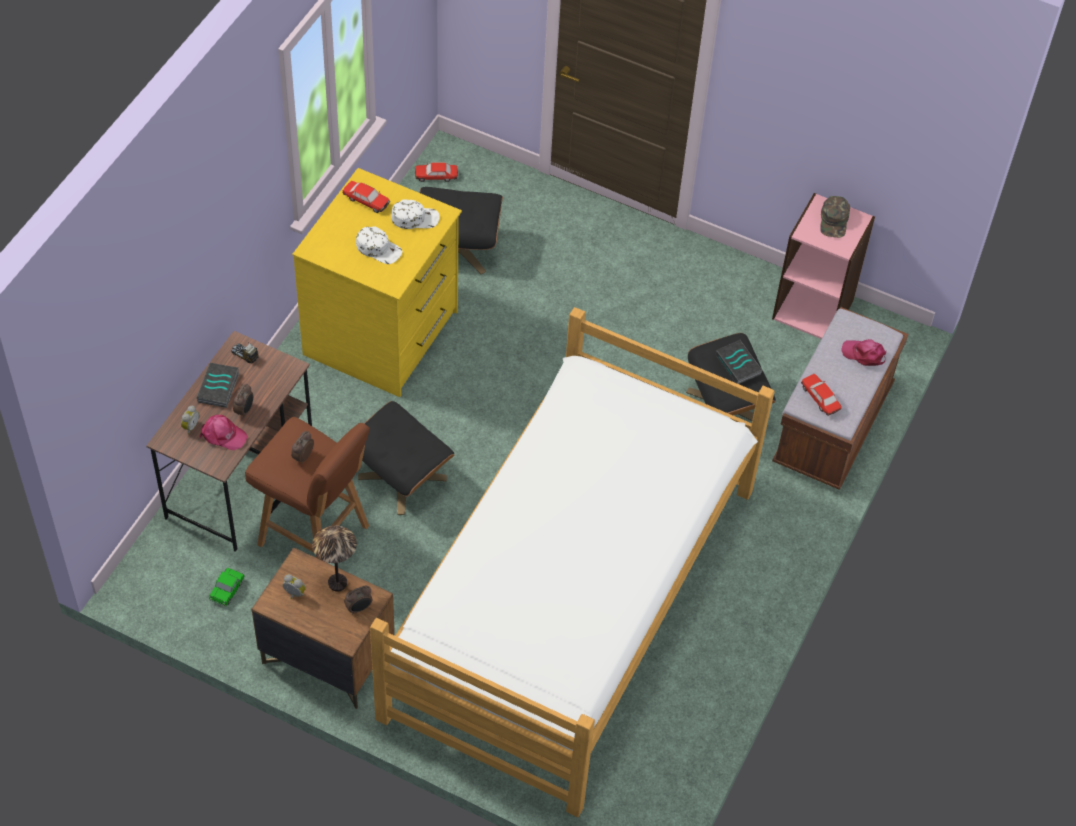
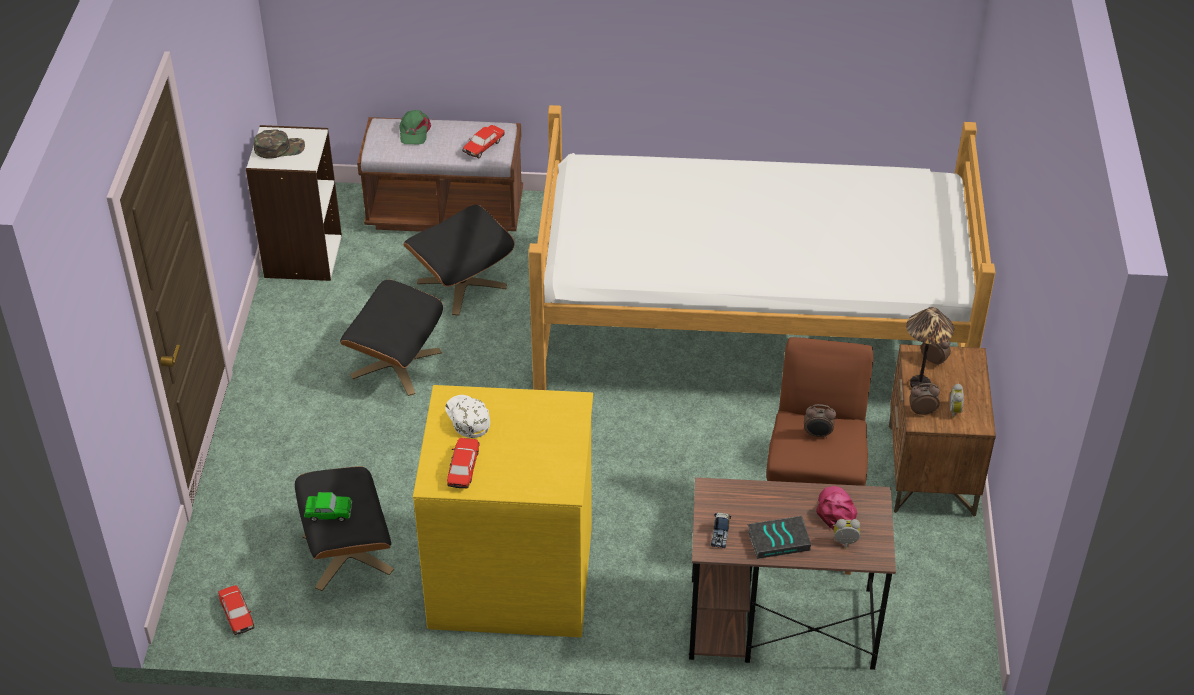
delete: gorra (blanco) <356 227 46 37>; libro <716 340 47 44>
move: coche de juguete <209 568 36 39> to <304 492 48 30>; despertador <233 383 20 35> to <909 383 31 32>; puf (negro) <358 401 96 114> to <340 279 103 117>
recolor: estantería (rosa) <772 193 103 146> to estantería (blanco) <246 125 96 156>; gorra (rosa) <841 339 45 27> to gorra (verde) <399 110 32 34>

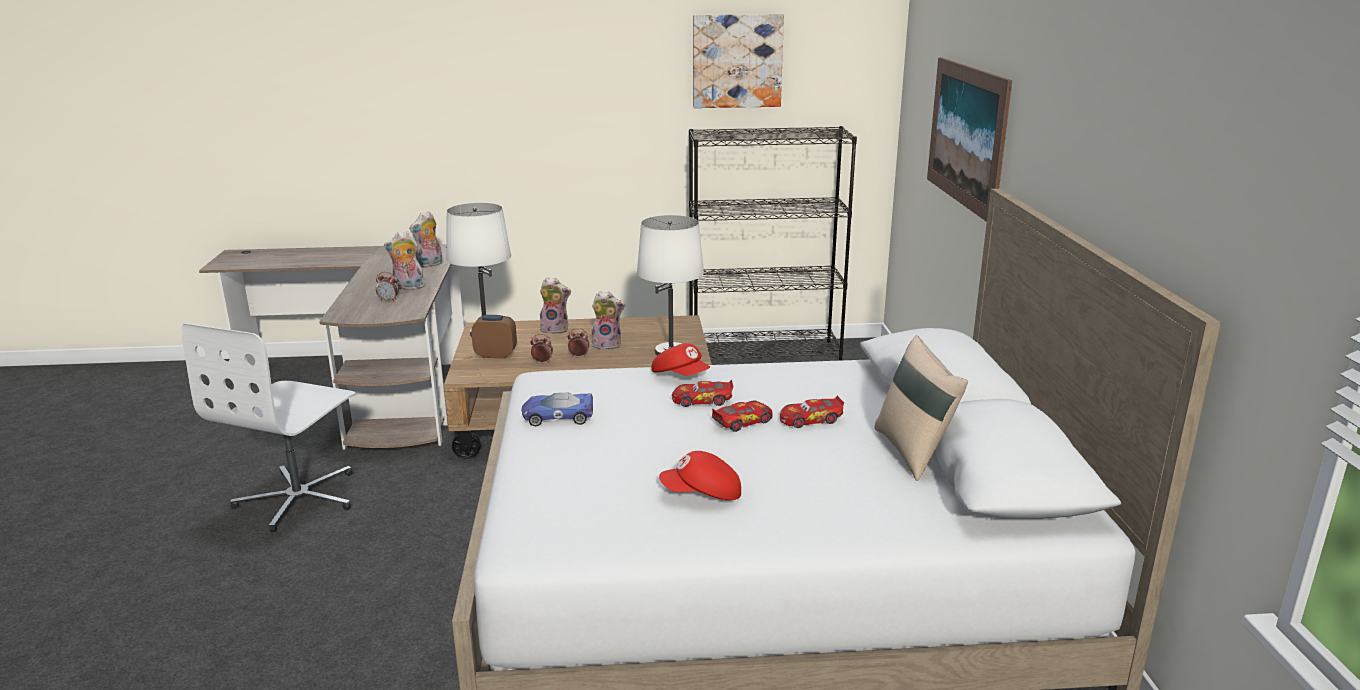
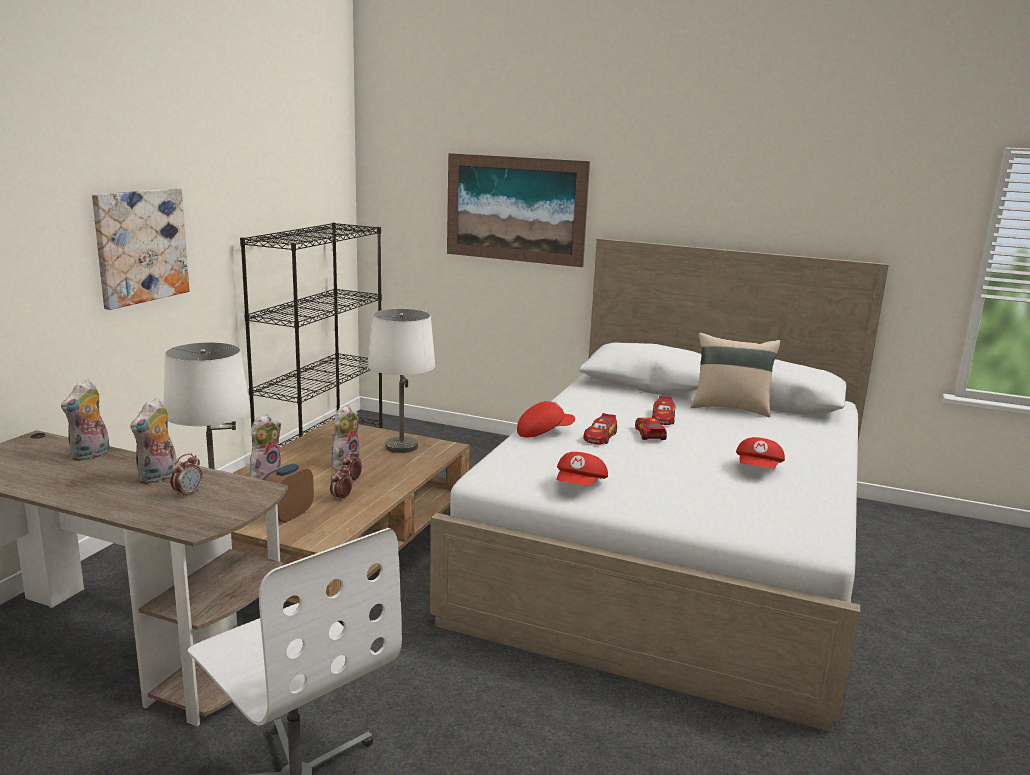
move: cuadro <693 14 91 94> to <92 188 97 122>
replace: coche de juguete <521 393 72 33> to gorra (rojo) <557 452 51 34>
rotate: peluche <409 211 33 57> = <61 379 49 82> 45 degrees clockwise

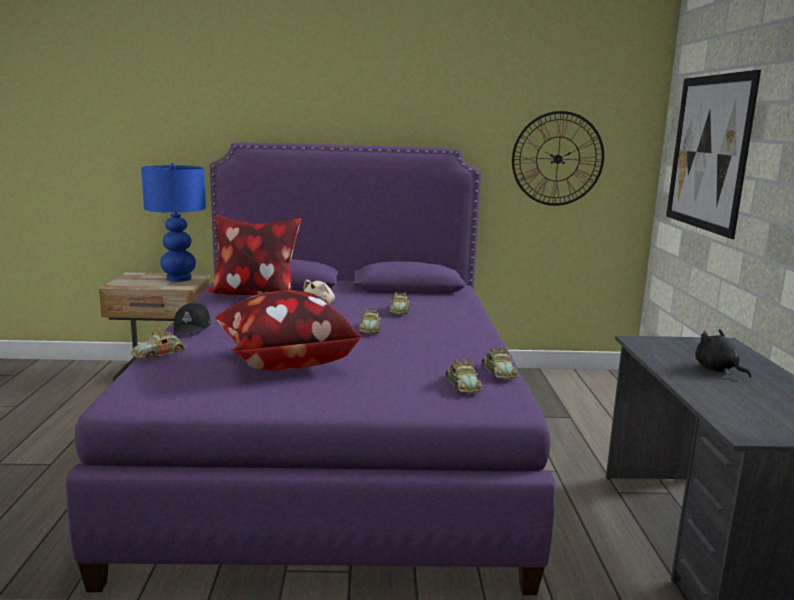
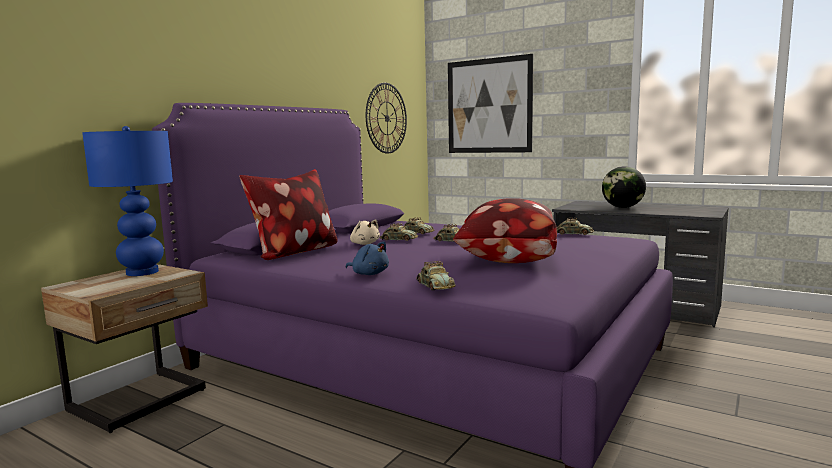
move: coche de juguete <445 359 38 34> to <380 223 38 18>
replace: gorra (negro) <174 302 37 34> to peluche (azul) <346 241 43 34>; peluche (negro) <695 329 56 49> to globo terráqueo <602 166 44 42>

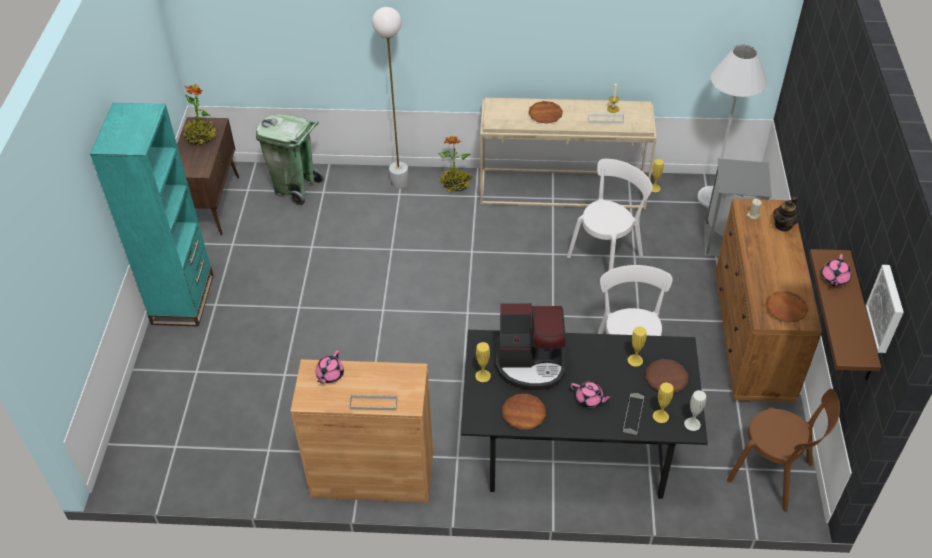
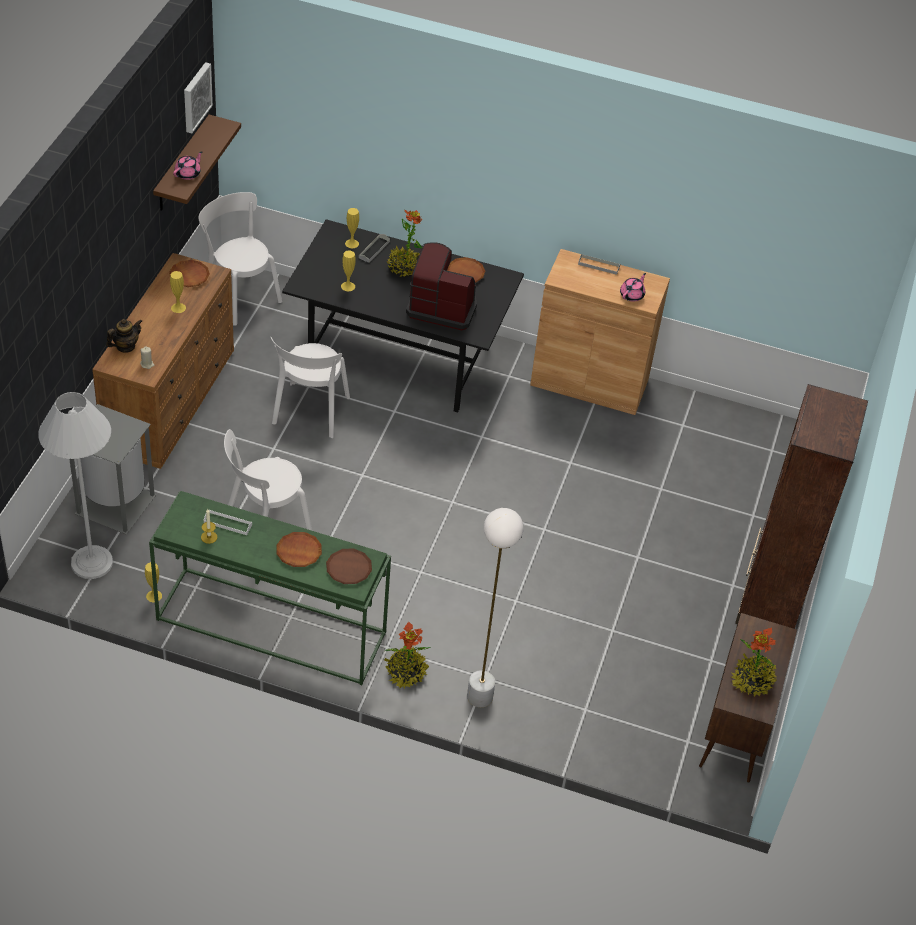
delete: papelera (verde) <256 114 68 93>; florero (blanco) <684 390 22 41>
move: florero (amarillo) <475 342 16 40> to <170 271 16 42>; plato (marrón) <646 359 42 34> to <326 548 46 36>
replace: tetera (rosa) <571 381 41 27> to planta en maceta <387 210 35 67>
recolor: estantería (turquesa) <90 103 124 224> to estantería (marrón) <735 384 133 245>; mesa consola (beis) <480 98 177 112> to mesa consola (verde) <149 491 242 194>; silla (marrón) <727 389 113 123> to silla (blanco) <199 192 83 134>

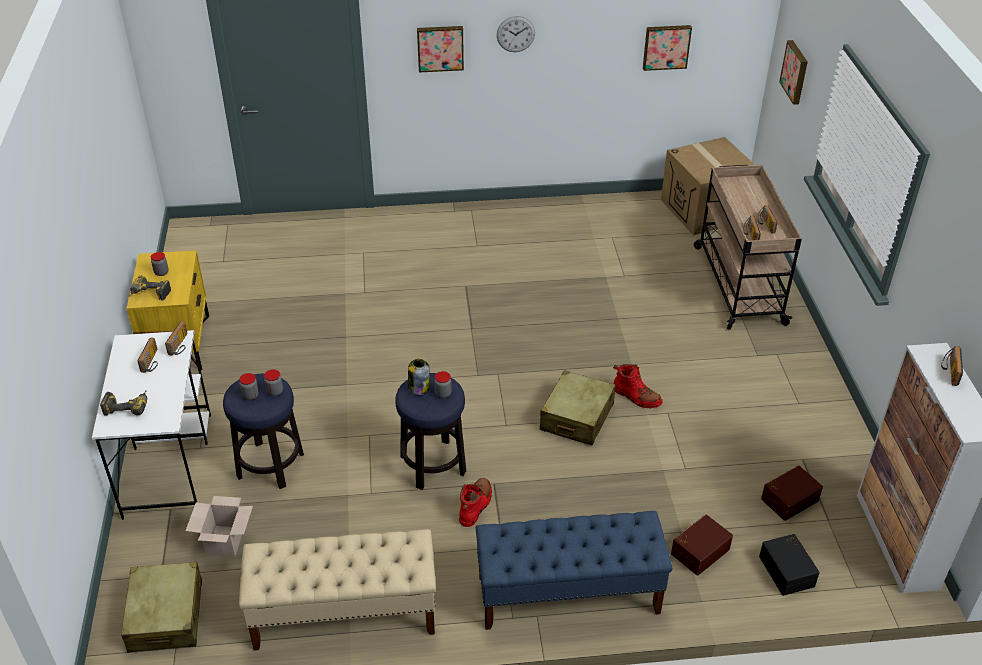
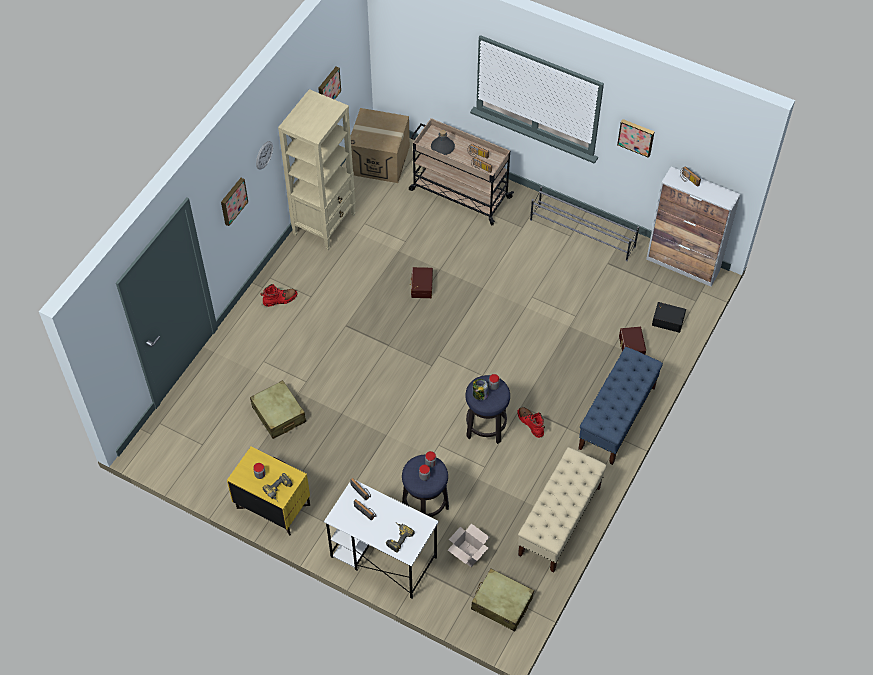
insert: estantería (beis) <278 89 78 161>; botella (gris) <431 130 24 25>; zapatero (gris) <530 186 109 75>
move: maleta (beis) <540 370 76 75> to <250 380 56 59>; bota (rojo) <613 364 49 44> to <260 284 37 23>; caja de almacenaje (marrón) <761 465 62 56> to <410 267 23 31>; cuadro <779 40 29 65> to <617 119 37 39>

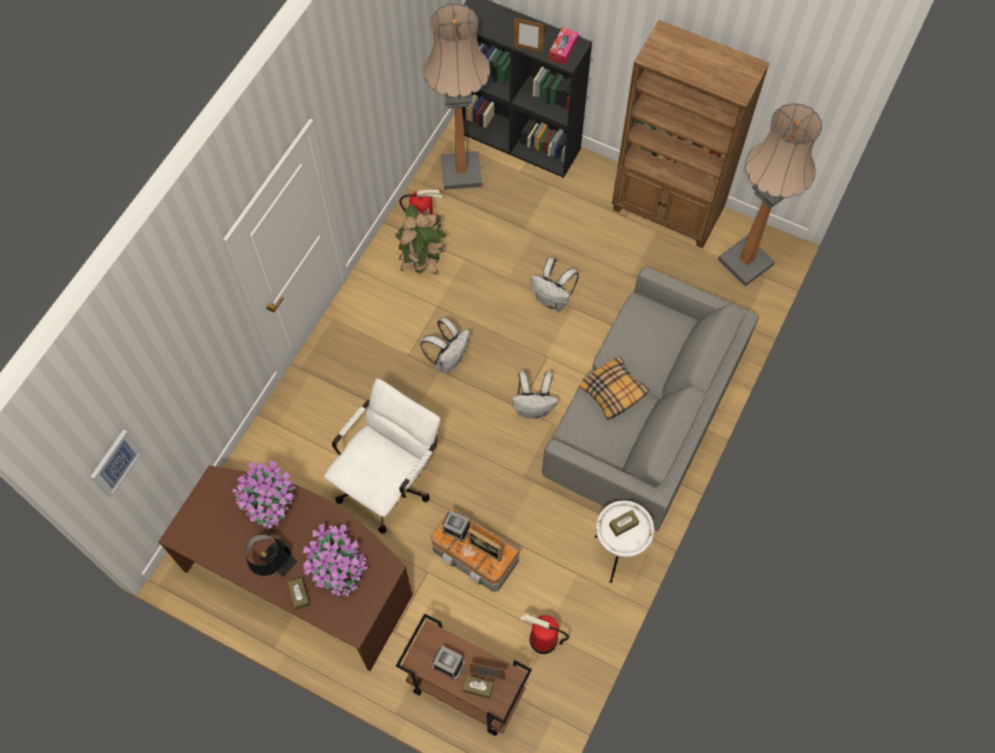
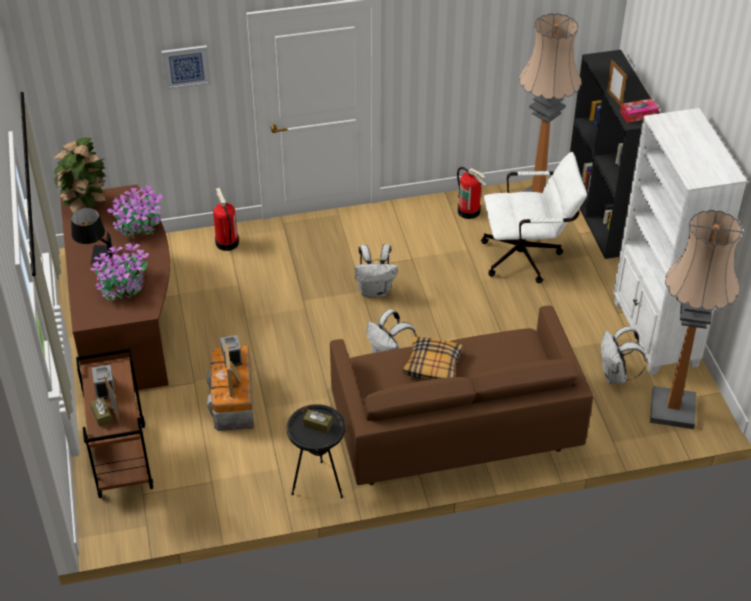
delete: caja de pañuelos (marrón) <288 578 22 32>
move: cuadro <90 430 52 68> to <162 45 49 45>; silla de oficina (blanco) <324 378 116 156> to <481 152 106 131>; planta en maceta <395 205 52 70> to <52 138 56 76>; extintor <520 614 49 40> to <213 188 26 63>; mochila (blanco) <530 258 49 53> to <601 326 46 58>
recolor: sofá (gris) <542 267 217 265> to sofá (marrón) <330 305 263 180>; mesa auxiliar (blanco) <595 500 59 83> to mesa auxiliar (negro) <287 404 58 94>; estantería (marrón) <612 20 158 228> to estantería (blanco) <613 108 134 267>

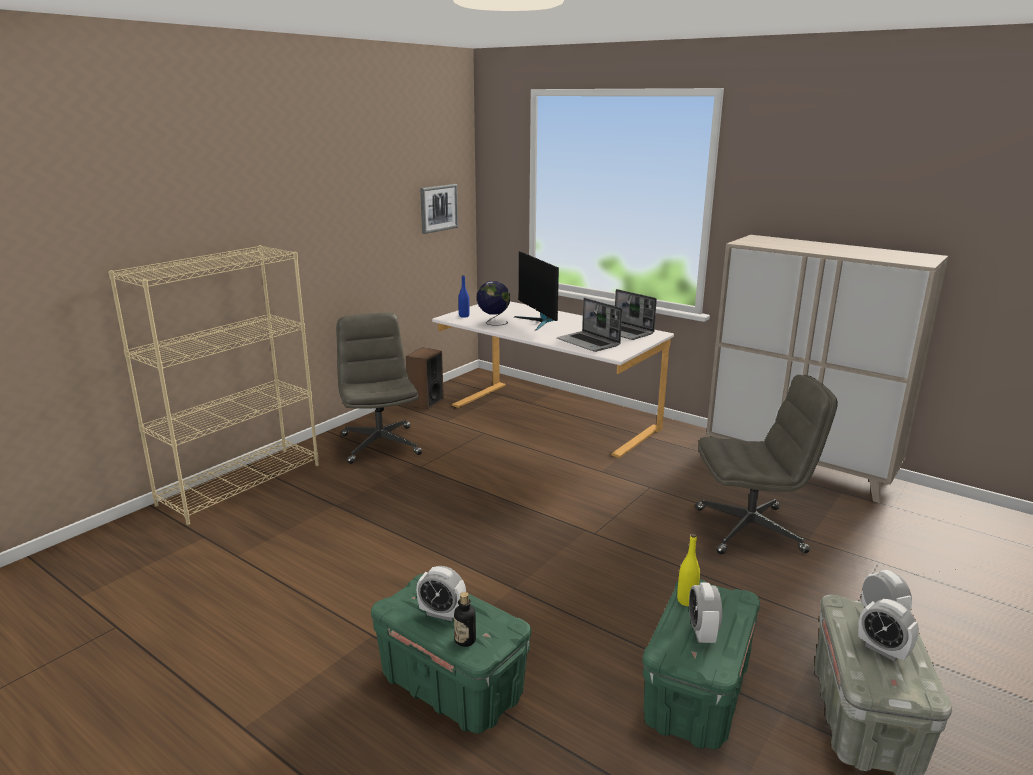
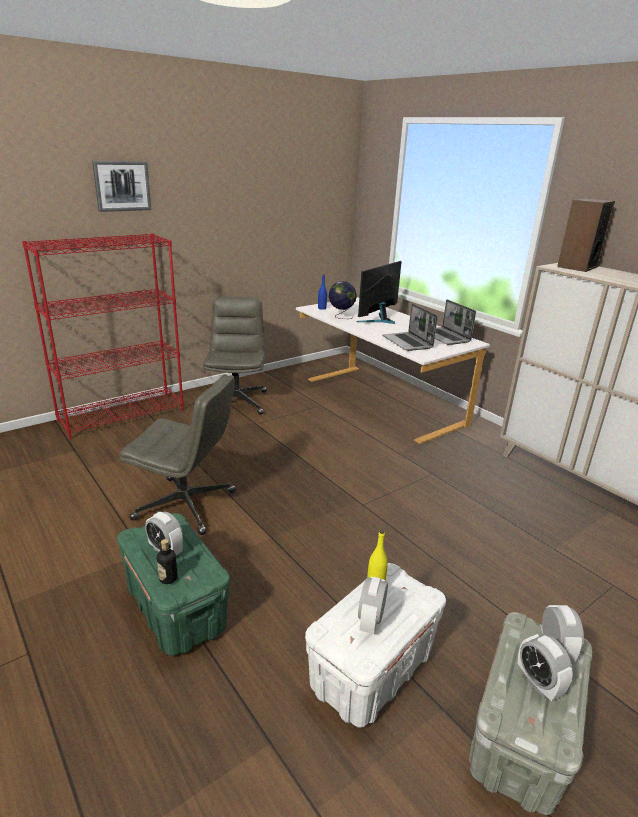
move: altavoz <406 348 38 62> to <557 198 58 74>; cuadro <420 184 38 50> to <92 161 60 51>; silla de oficina (gris) <695 375 143 179> to <120 374 116 161>
recolor: estantería (beis) <108 245 211 280> to estantería (rojo) <22 233 162 207>; caja de almacenaje (verde) <643 579 117 170> to caja de almacenaje (blanco) <305 563 141 165>
rotate: monitor <514 251 45 79> = <356 261 46 63> 45 degrees clockwise

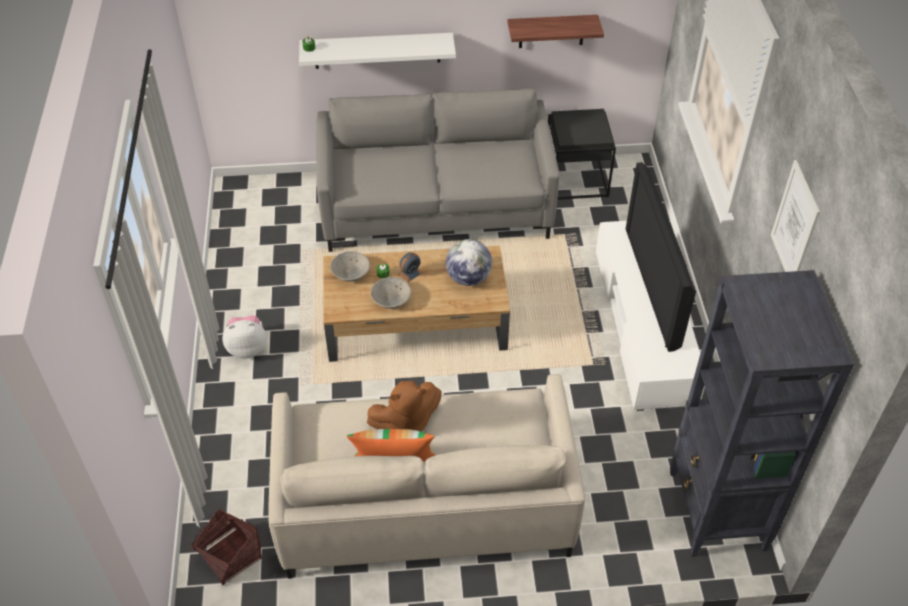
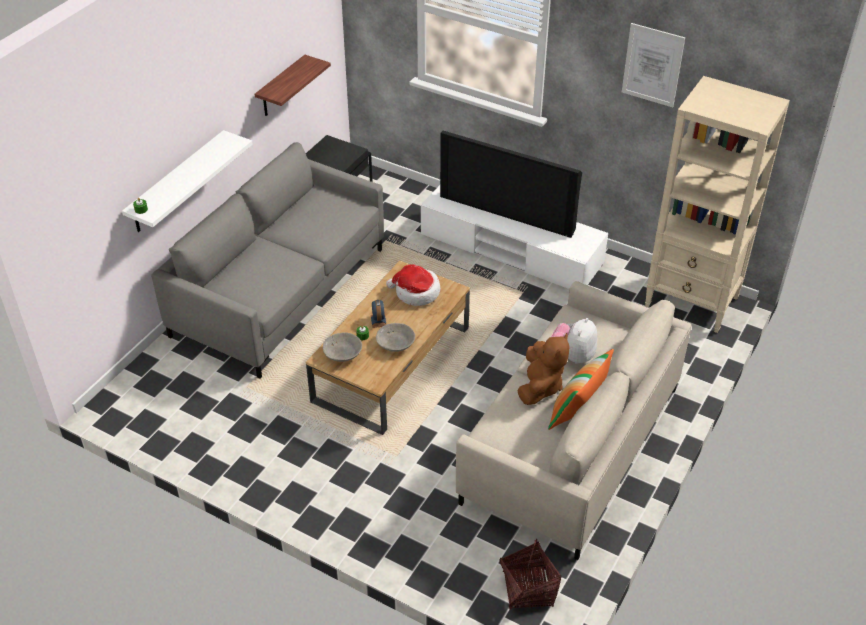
move: peluche <222 315 45 44> to <551 318 46 46>
replace: globo terráqueo <445 239 47 47> to sombrero <386 264 54 42>
recolor: estantería (negro) <670 270 184 287> to estantería (beis) <645 76 145 257>

